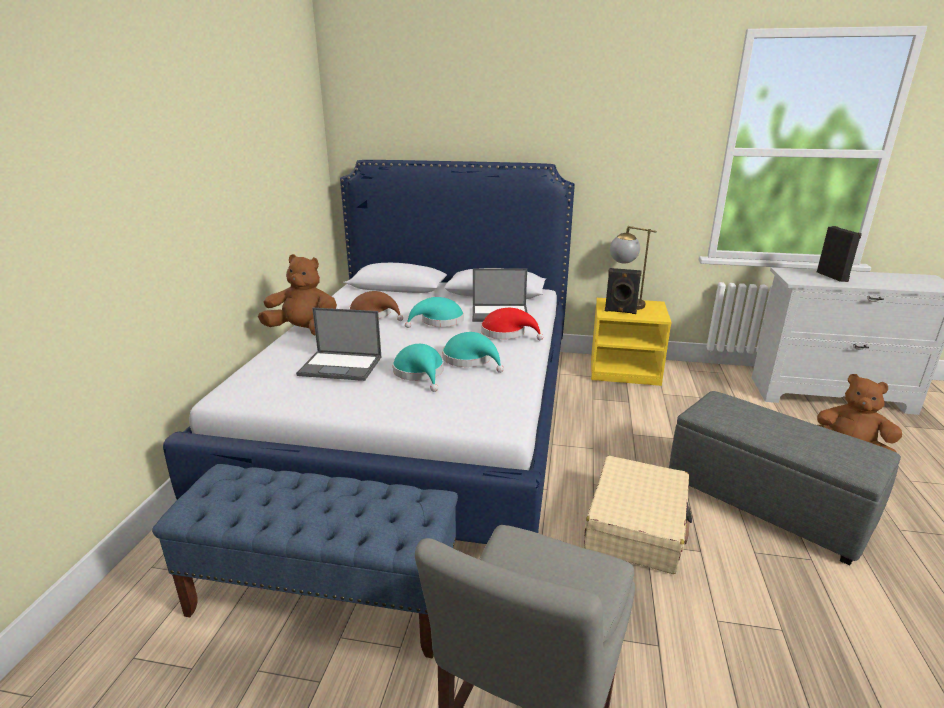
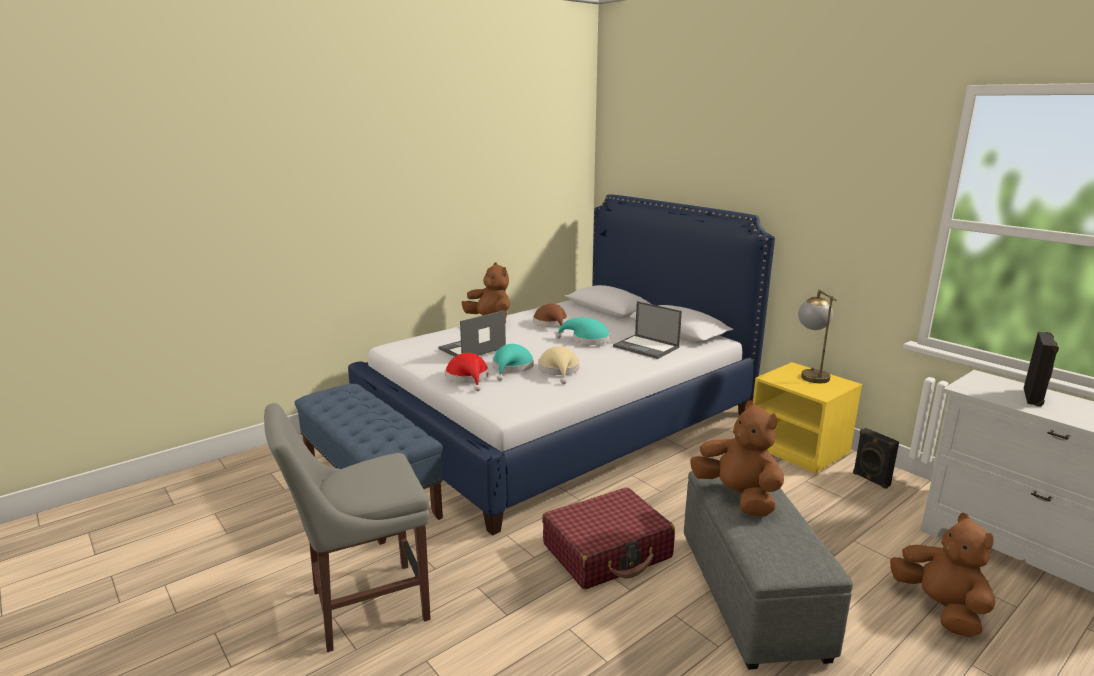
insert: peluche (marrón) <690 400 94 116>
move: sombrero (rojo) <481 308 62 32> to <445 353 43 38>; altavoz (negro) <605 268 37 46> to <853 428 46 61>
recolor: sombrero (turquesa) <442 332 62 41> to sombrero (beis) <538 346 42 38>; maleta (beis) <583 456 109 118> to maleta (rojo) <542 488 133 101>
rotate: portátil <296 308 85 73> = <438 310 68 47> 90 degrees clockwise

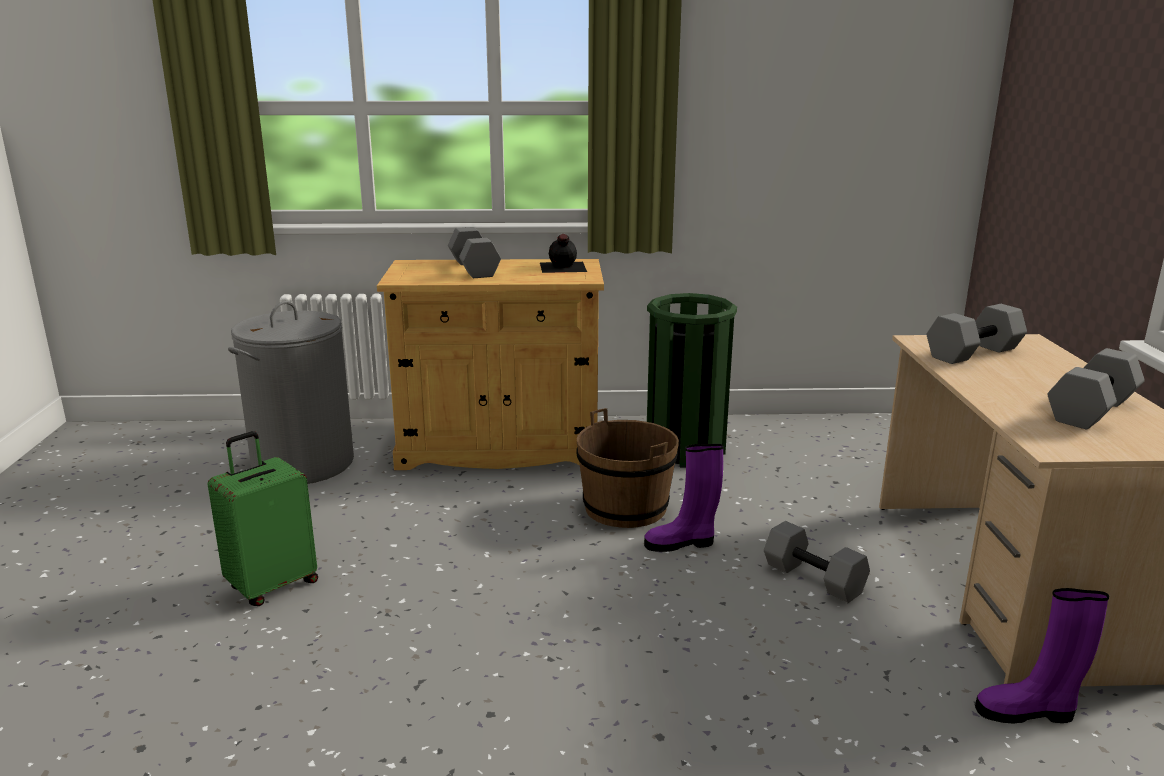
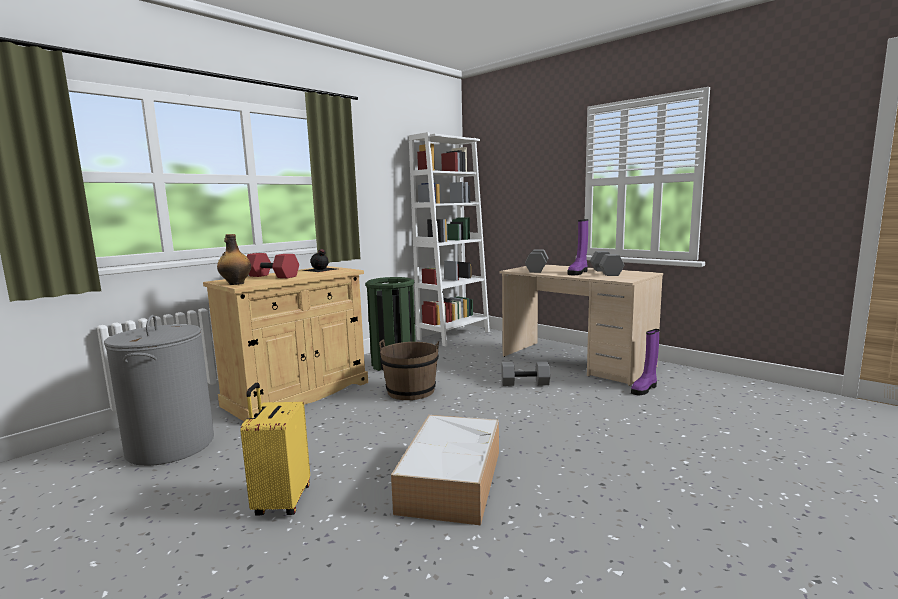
insert: botella <217 234 34 51>; caja de almacenaje <391 415 108 110>; estantería (blanco) <409 132 81 214>
move: bota (morado) <644 444 80 108> to <567 219 21 56>
recolor: maleta (verde) <208 431 110 175> to maleta (amarillo) <240 383 70 133>; mancuerna (gris) <448 227 53 51> to mancuerna (rojo) <247 253 52 25>

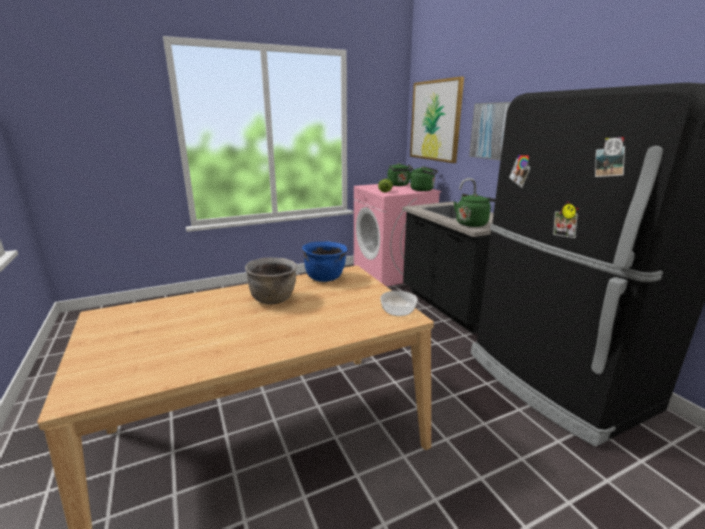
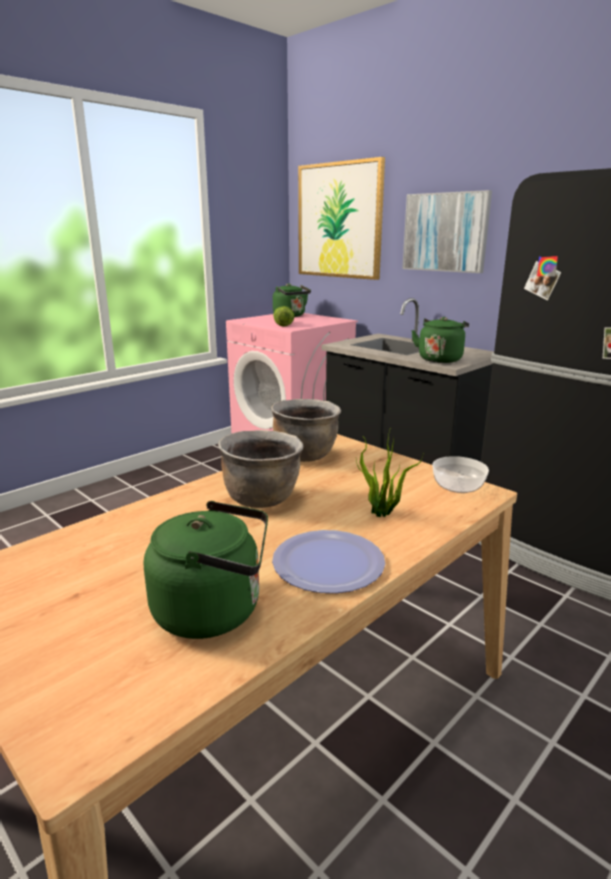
insert: plato <272 530 113 63>; planta en maceta <356 427 68 90>
move: hervidor (verde) <410 166 28 25> to <144 501 124 138>
recolor: olla (azul) <302 242 45 40> to olla (marrón) <271 399 70 63>

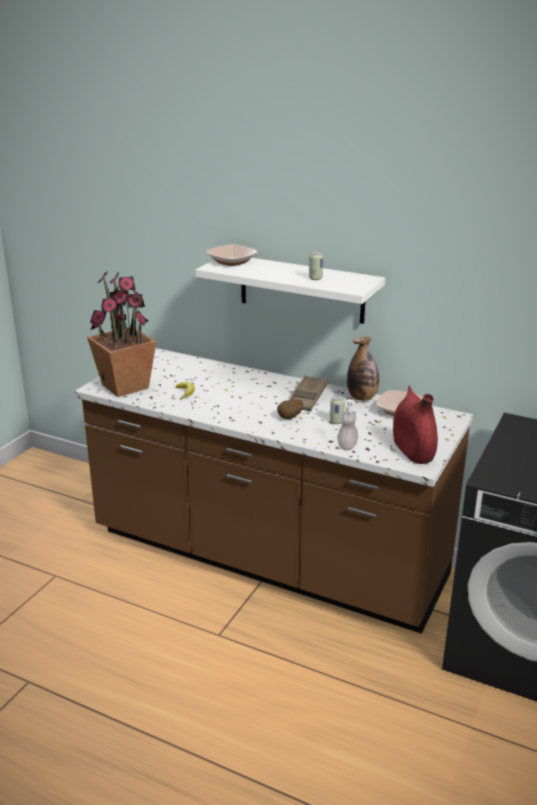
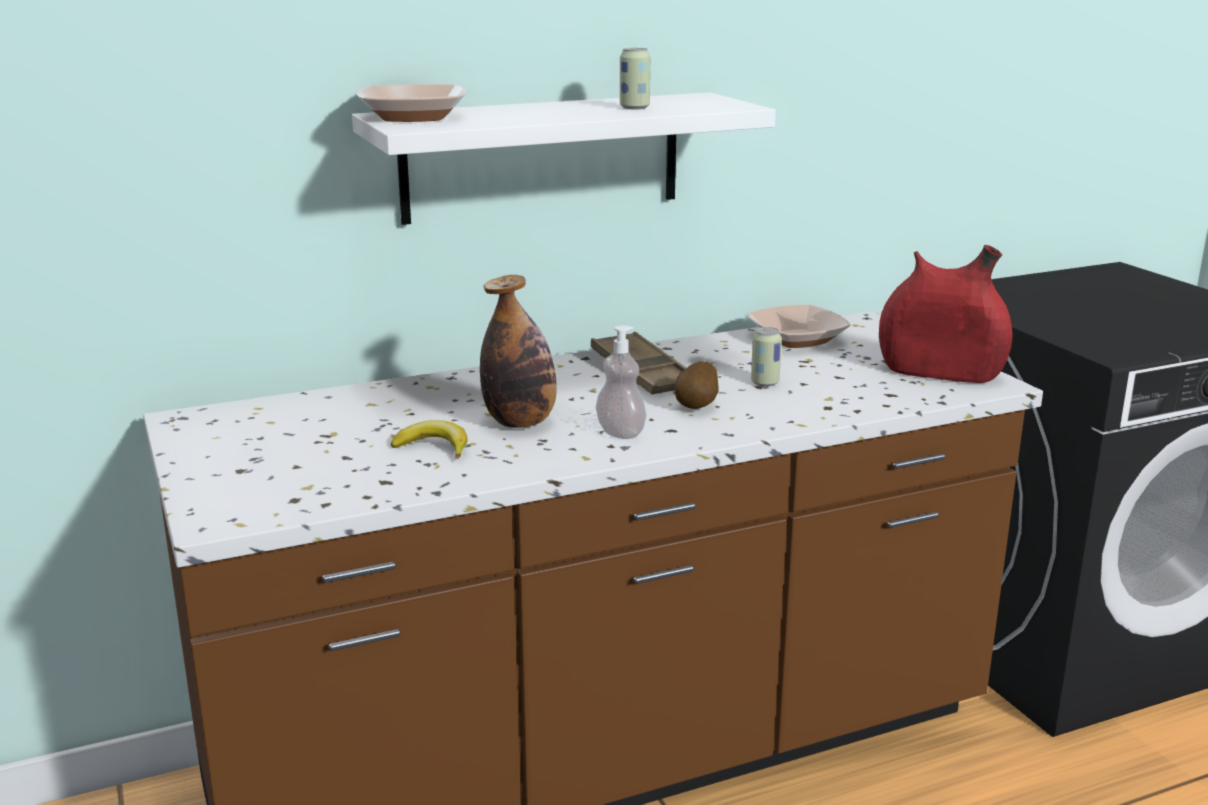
delete: planta en maceta <87 271 69 126>
move: dispensador de jabón <337 399 21 52> to <596 325 50 114>; botella <347 337 32 64> to <480 275 77 153>

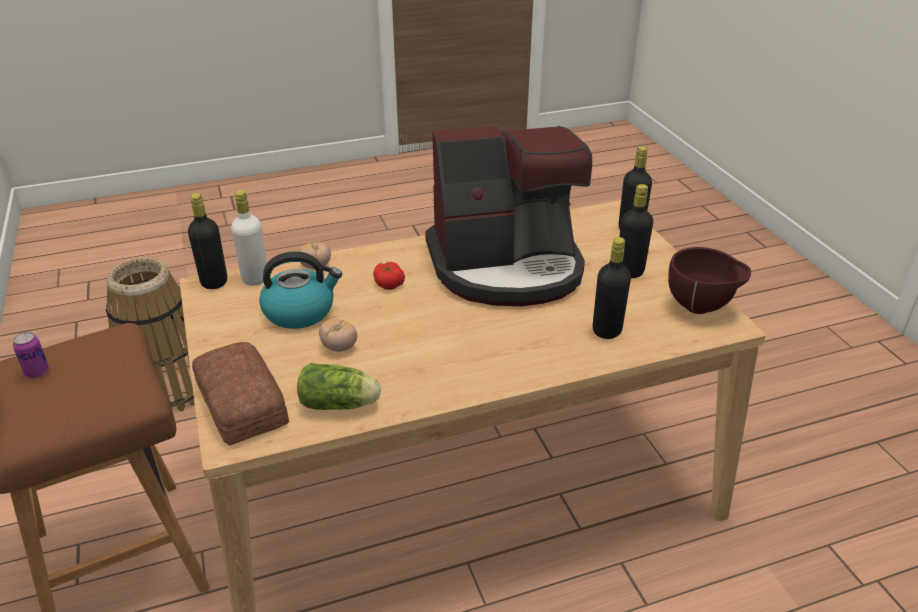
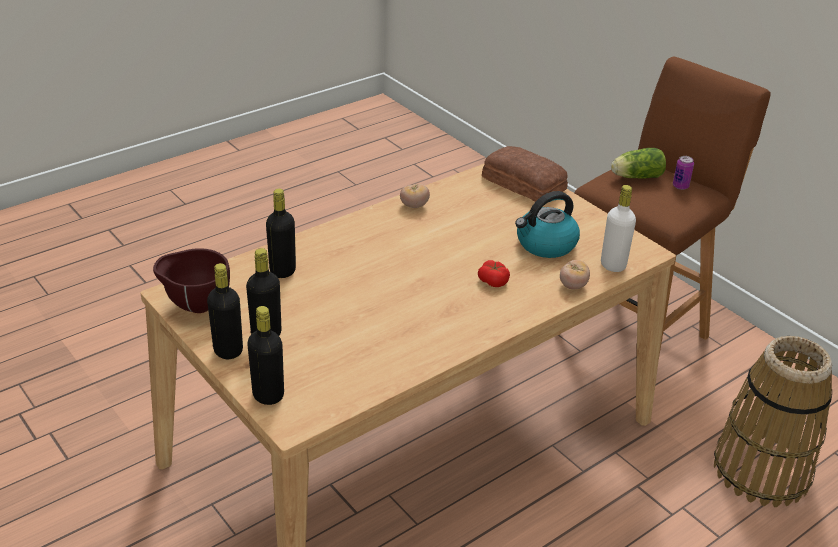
delete: cafetera <425 126 167 180>
move: botella (negro) <188 193 39 96> to <207 263 36 96>; lechuga <297 363 84 47> to <611 148 55 31>; tomate <319 319 38 33> to <400 184 30 24>

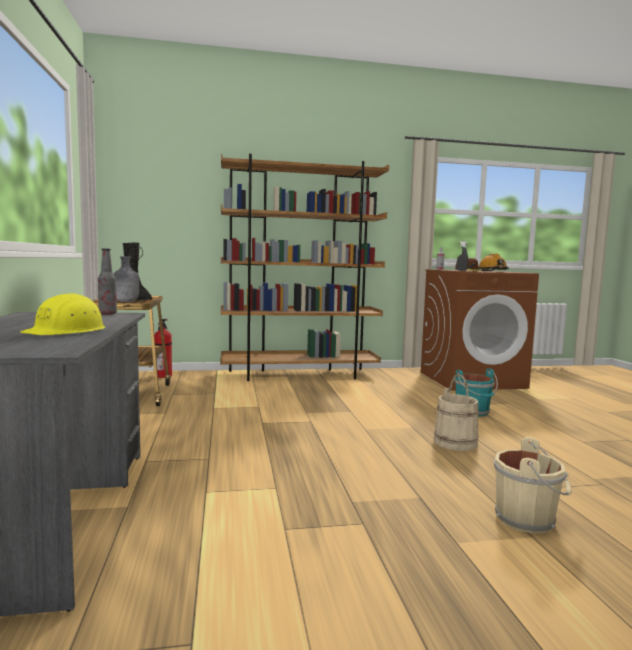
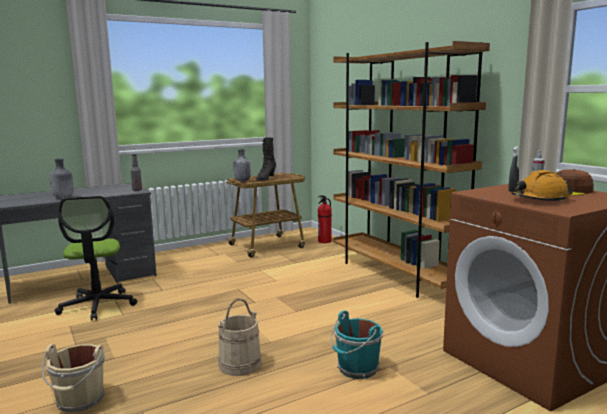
insert: silla de oficina <55 196 82 125>
replace: casco (amarillo) <20 293 85 42> to botella (gris) <50 159 24 39>

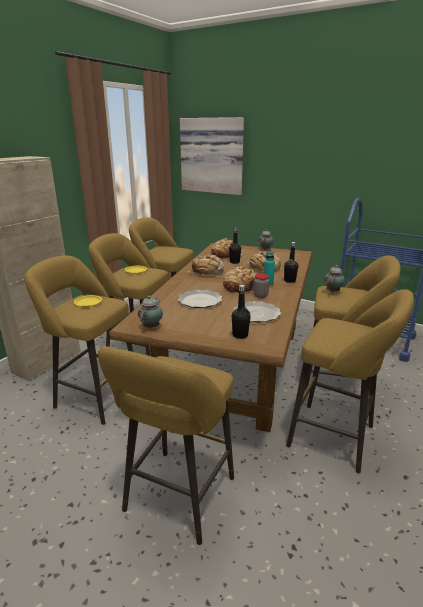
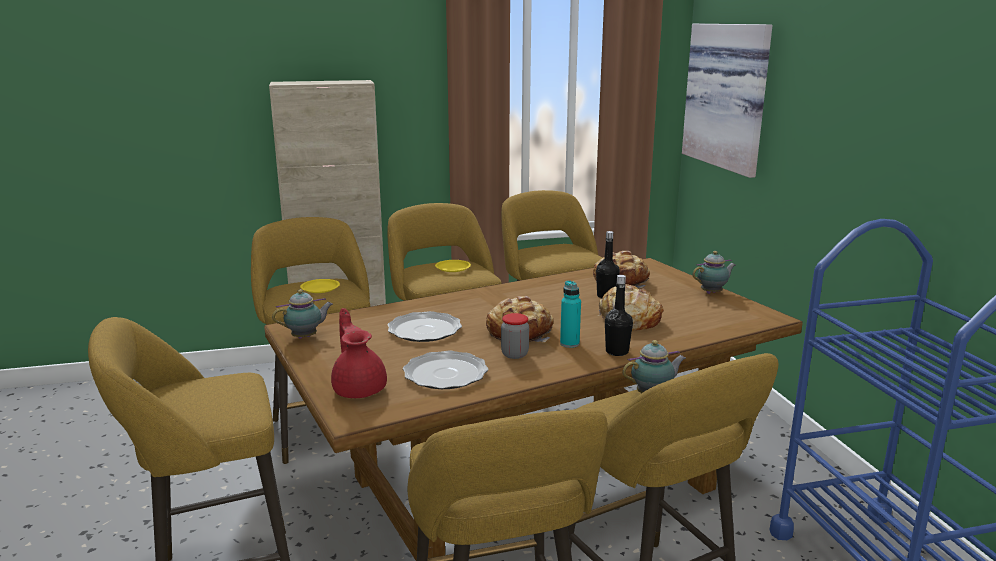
delete: pan <188 254 36 22>
replace: botella (negro) <232 285 19 54> to tetera (rojo) <331 308 56 90>

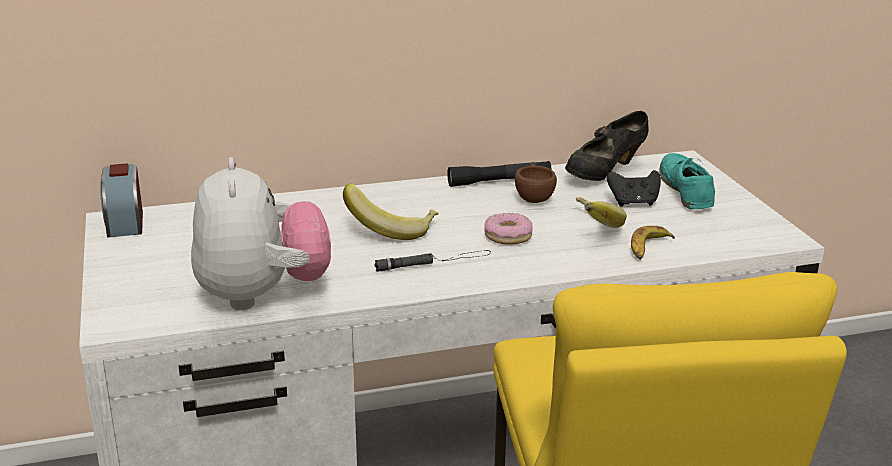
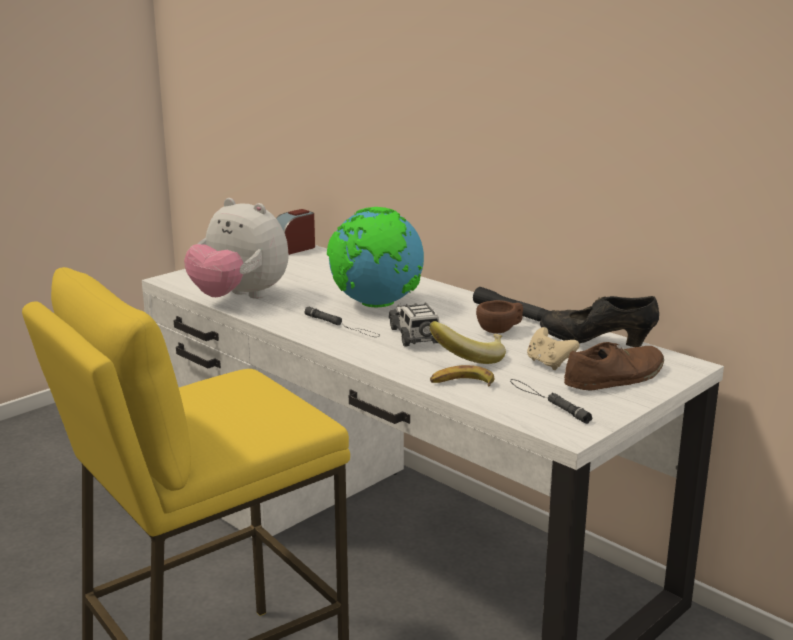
insert: linterna (negro) <510 379 82 45>
replace: plátano <343 184 96 56> to globo terráqueo <327 207 97 100>; rosquilla <484 213 49 32> to coche de juguete <389 302 50 44>
recolor: mando de consola (negro) <607 170 54 37> to mando de consola (beis) <527 327 53 43>; zapato (turquesa) <659 153 56 56> to zapato (marrón) <564 342 100 48>
rotate: peluche <191 157 140 153> = <184 198 105 101> 75 degrees clockwise

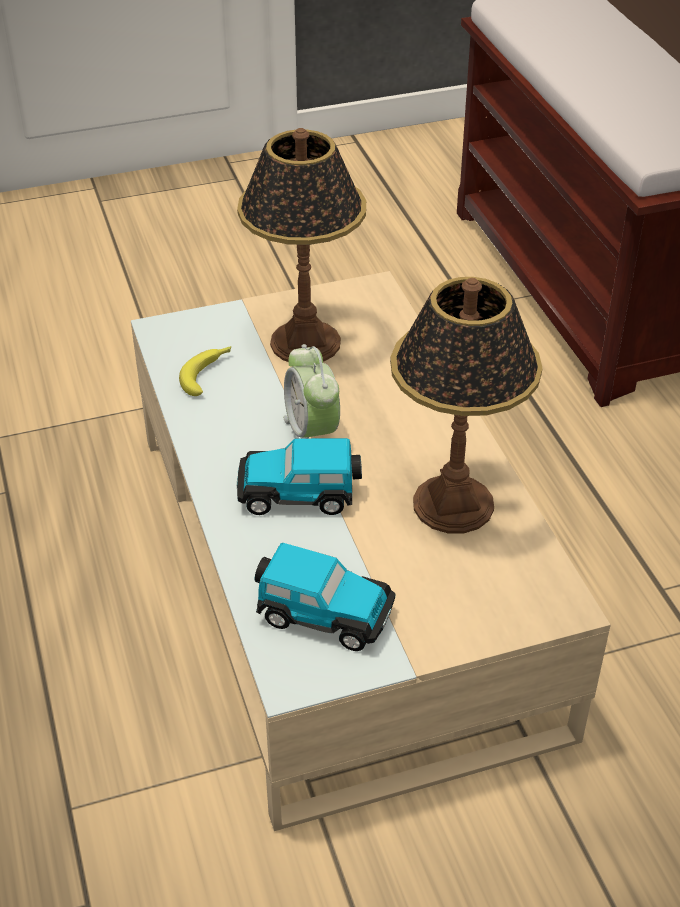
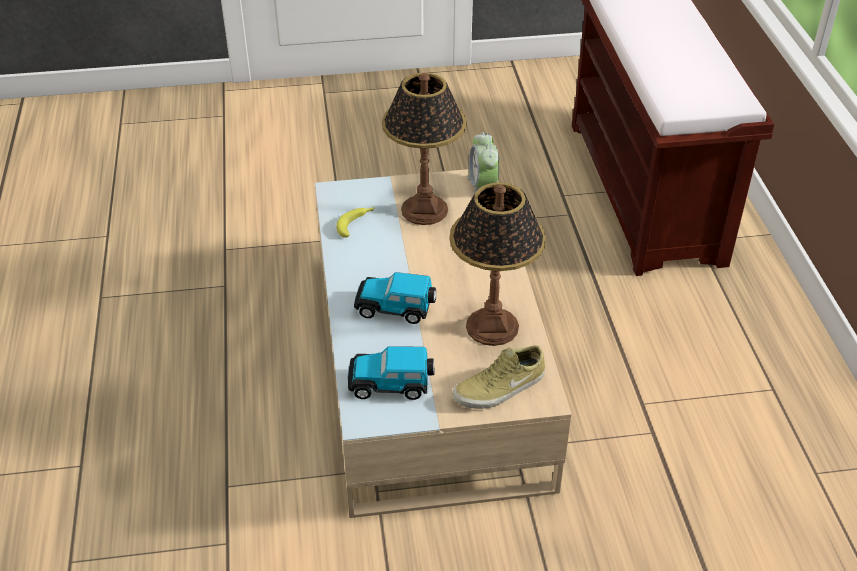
insert: zapato (beis) <452 346 93 63>
move: despertador <283 344 57 94> to <468 132 31 62>
rotate: coche de juguete <255 543 140 108> = <348 346 86 54> 150 degrees clockwise

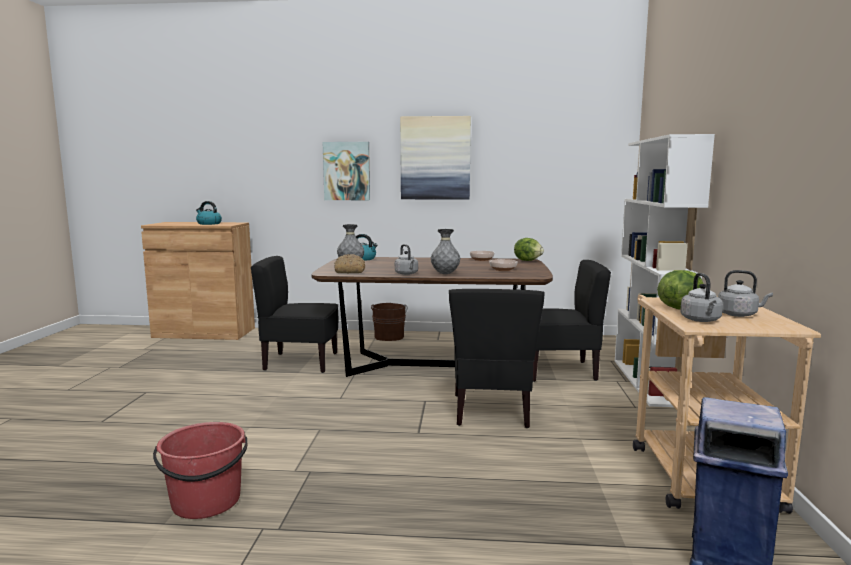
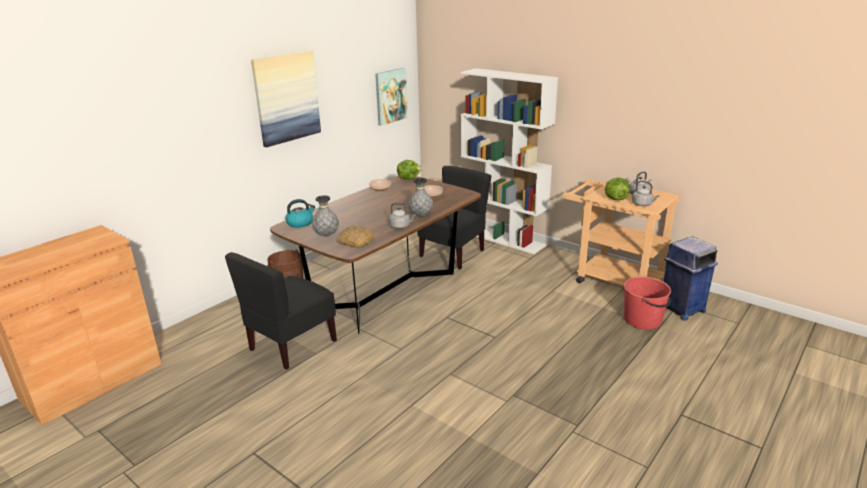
delete: hervidor <196 201 26 24>; silla (negro) <449 289 96 139>
move: cubo (rojo) <153 422 95 97> to <624 277 47 52>; cuadro <323 142 47 58> to <375 68 33 58>

